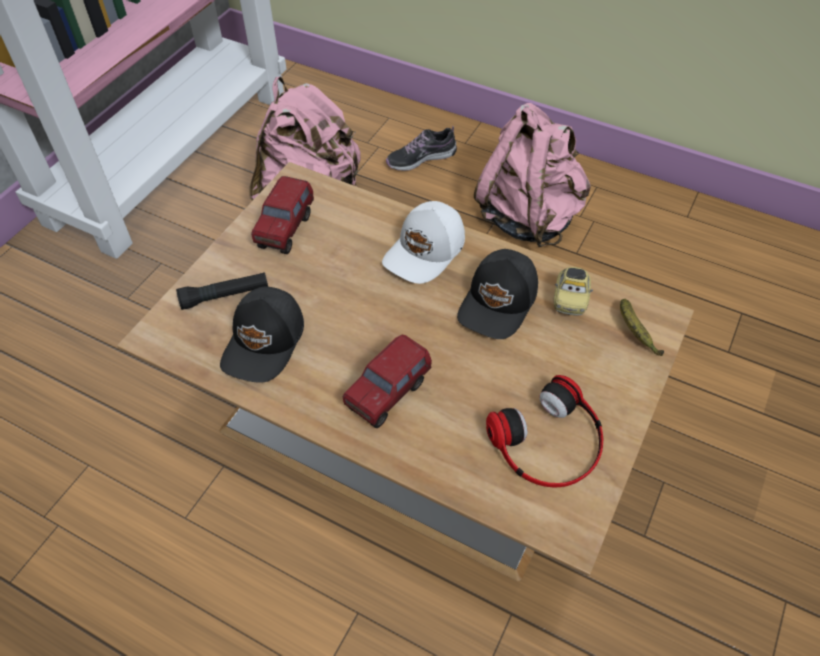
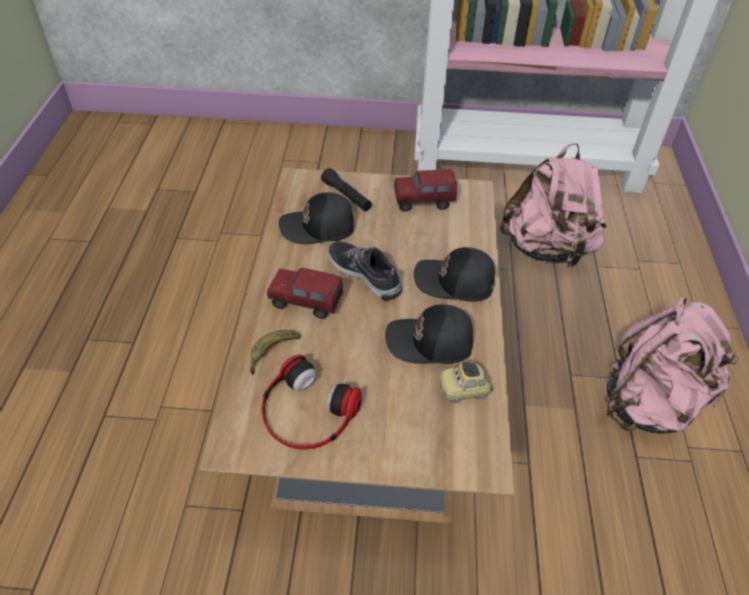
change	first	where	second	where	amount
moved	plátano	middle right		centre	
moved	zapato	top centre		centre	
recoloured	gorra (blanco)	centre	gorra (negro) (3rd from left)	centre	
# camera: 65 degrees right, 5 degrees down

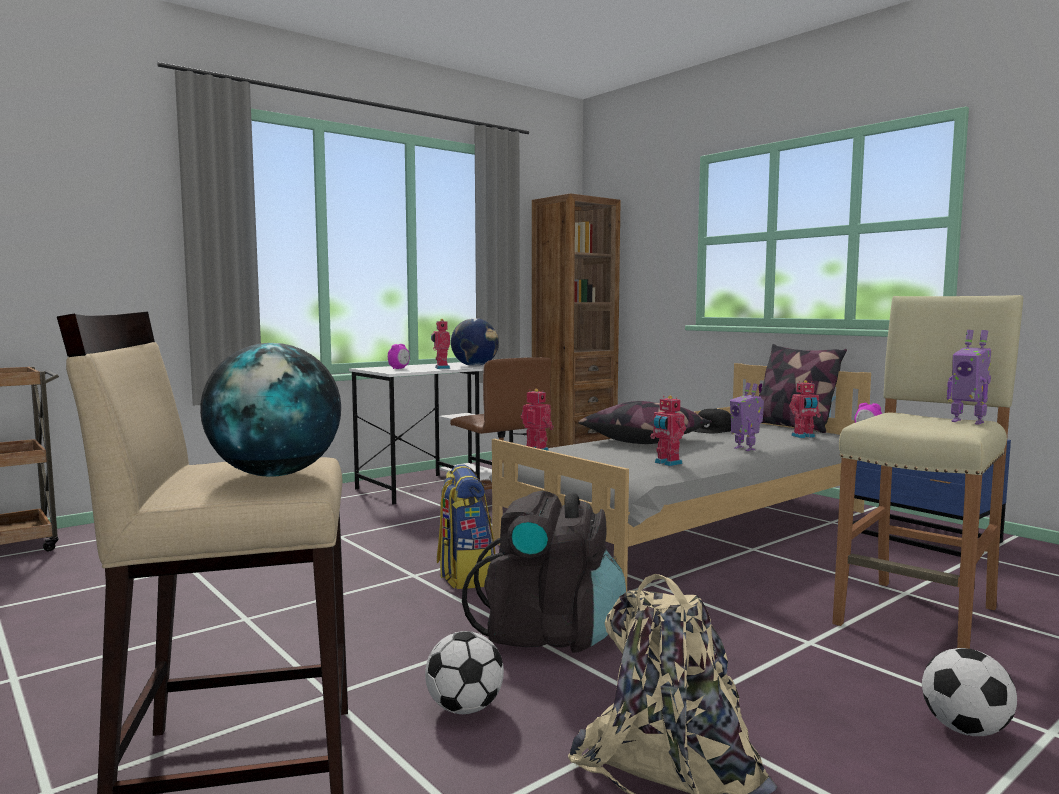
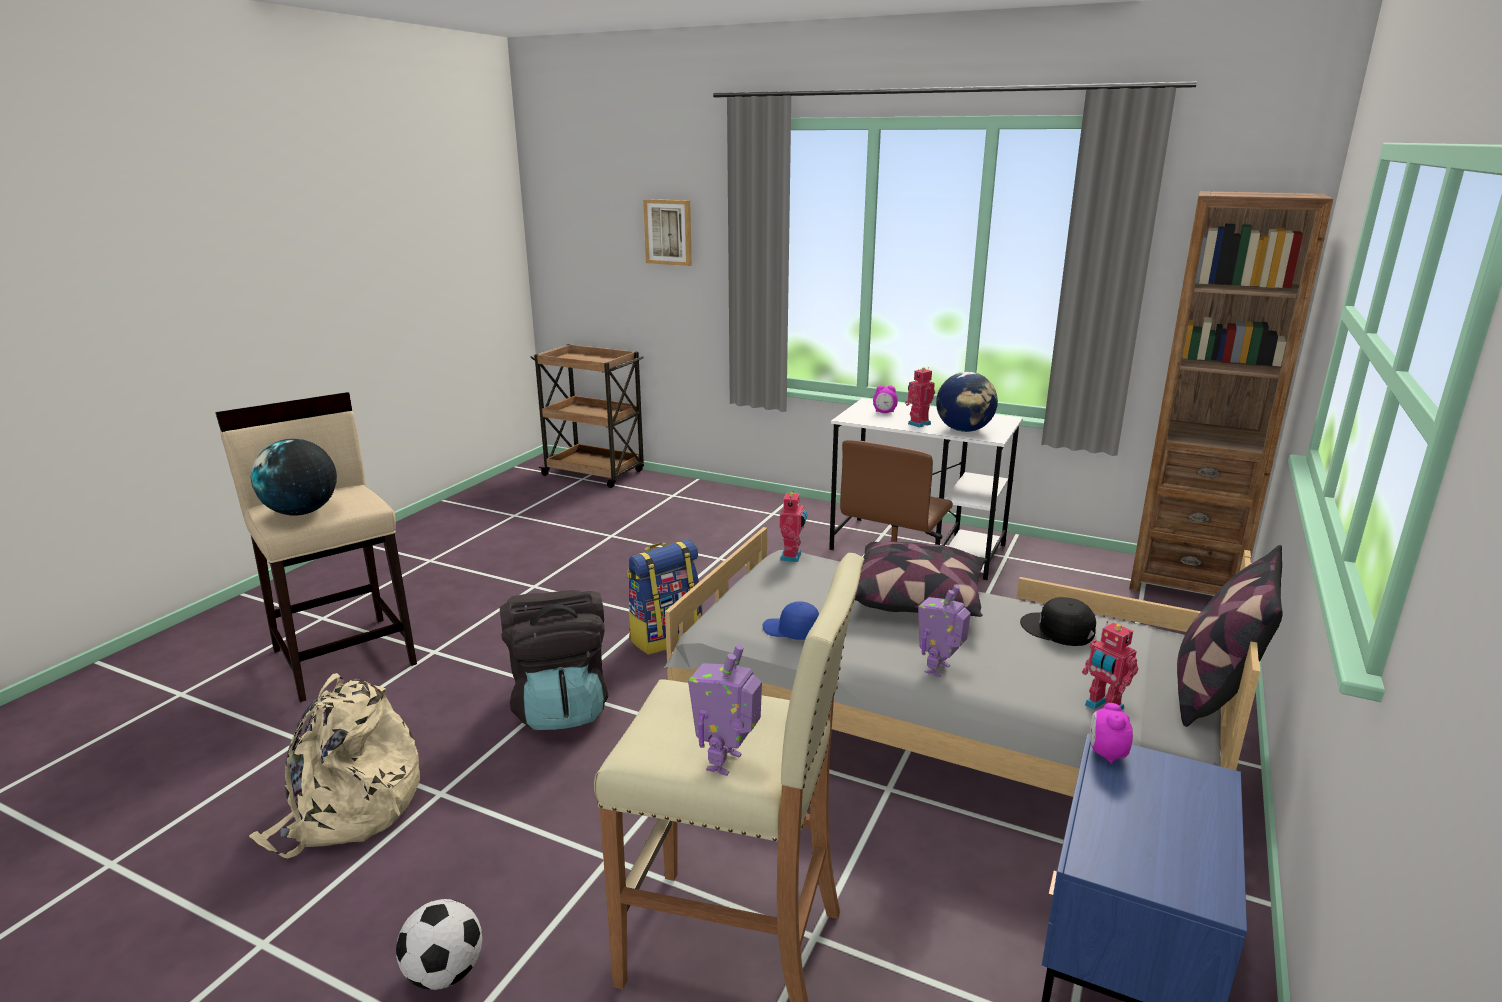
change	first	where	second	where	amount
added			cuadro	top centre	
replaced	robot de juguete (3rd from left)	centre	gorra (azul)	centre	
removed	balón de fútbol (1st from left)	bottom centre			
# camera: 65 degrees right, 15 degrees up

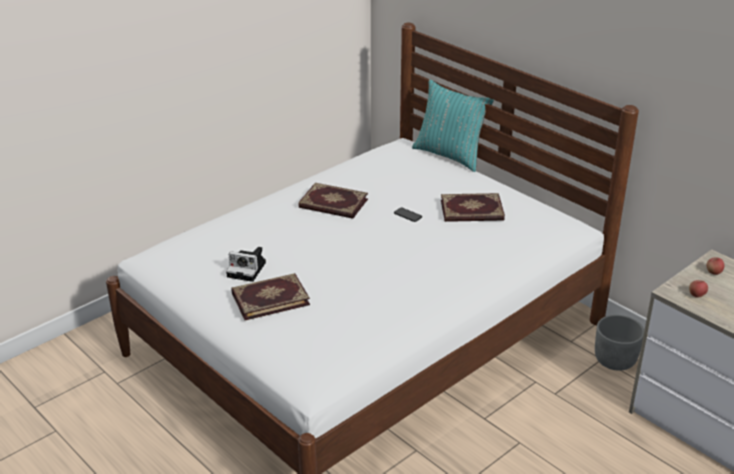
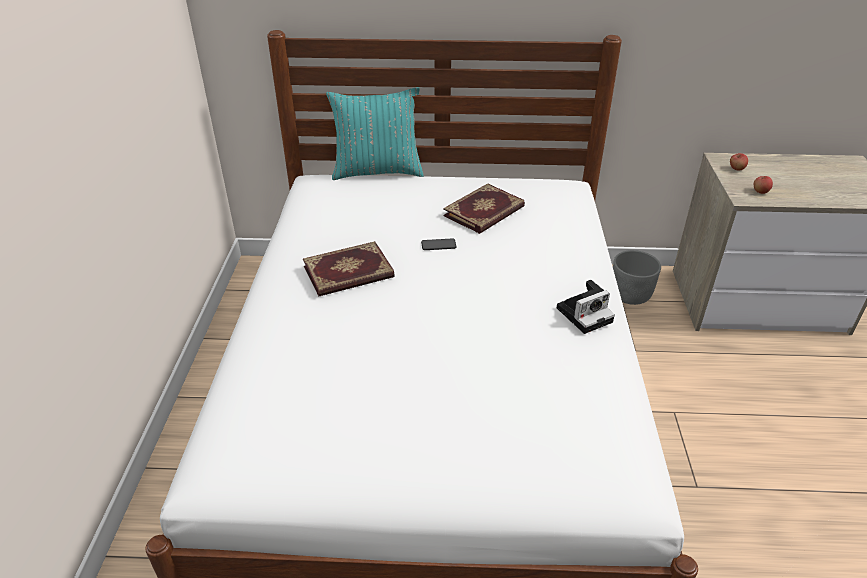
change	first	where	second	where	amount
moved	cámara	centre		middle right	
removed	libro (1st from left)	centre			
# camera: 45 degrees left, 5 degrees up

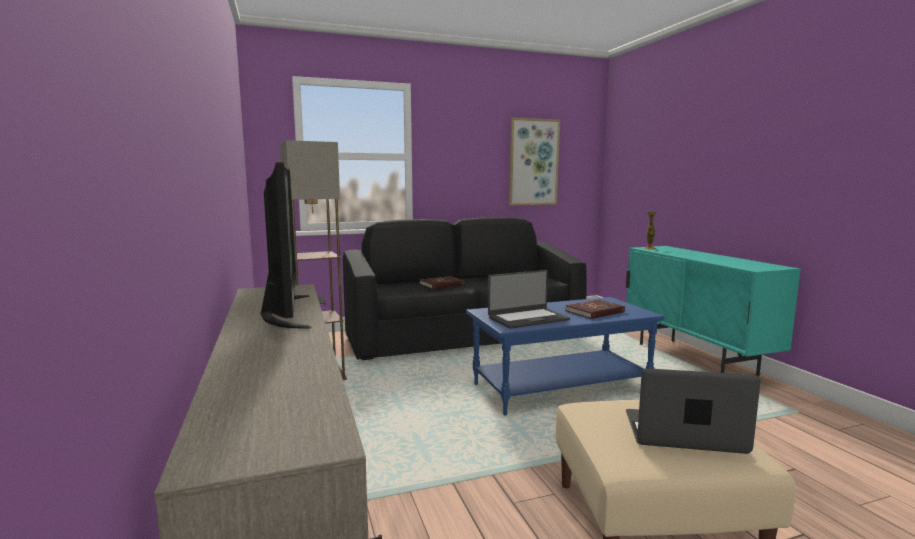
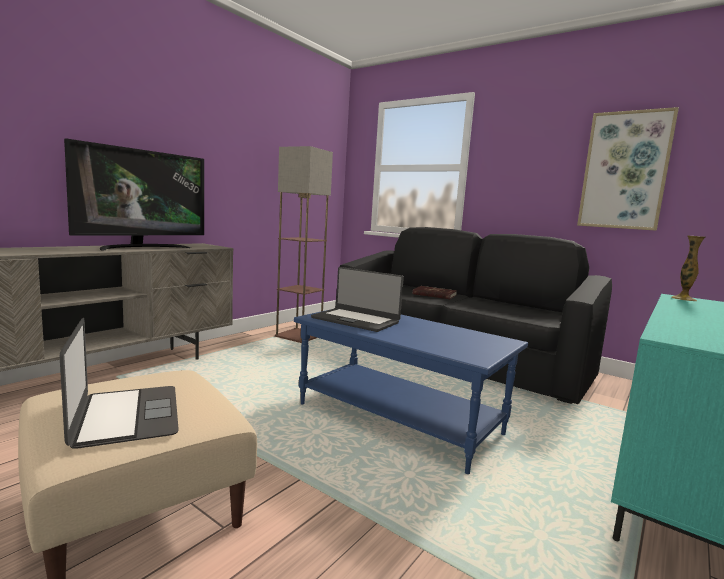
change	first	where	second	where	amount
removed	libro (rojo) (2nd from left)	centre			
# camera: 55 degrees right, 0 degrees up

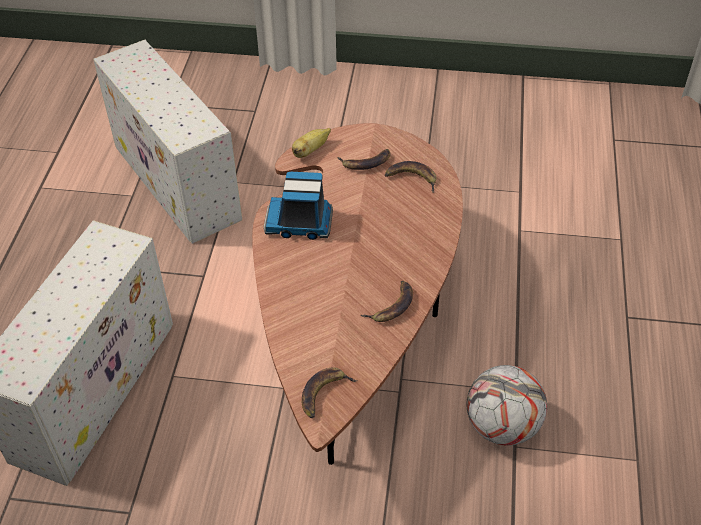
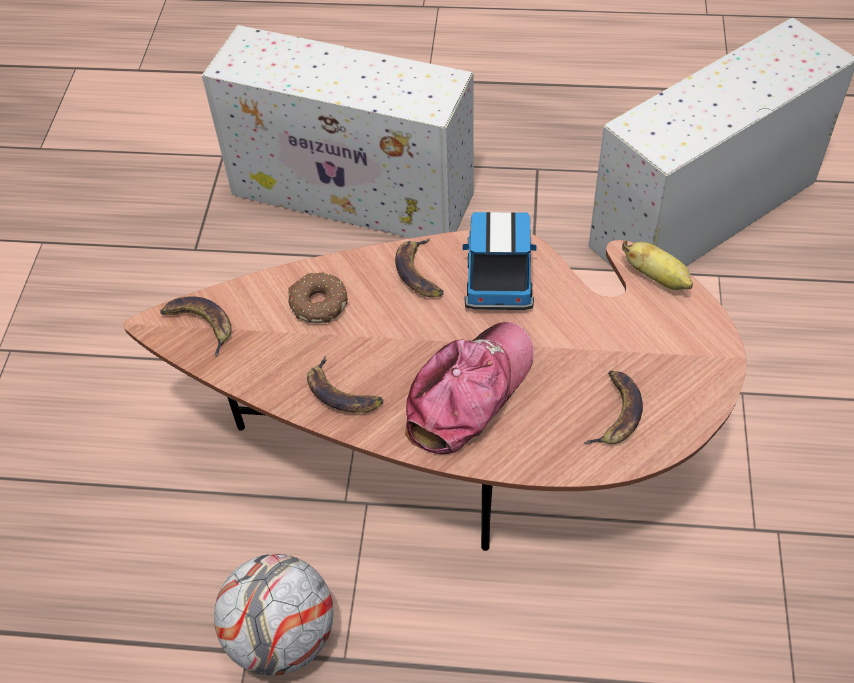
change	first	where	second	where	amount
added			rosquilla	centre	
moved	plátano (3rd from left)	top centre		centre	
added			gorra	centre	
# camera: 90 degrees right, 5 degrees up

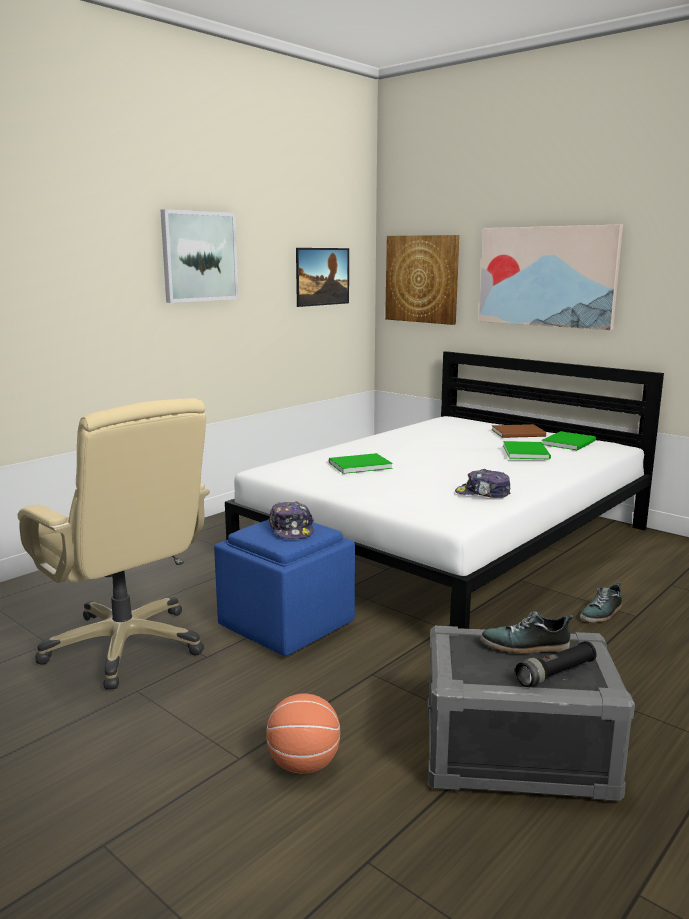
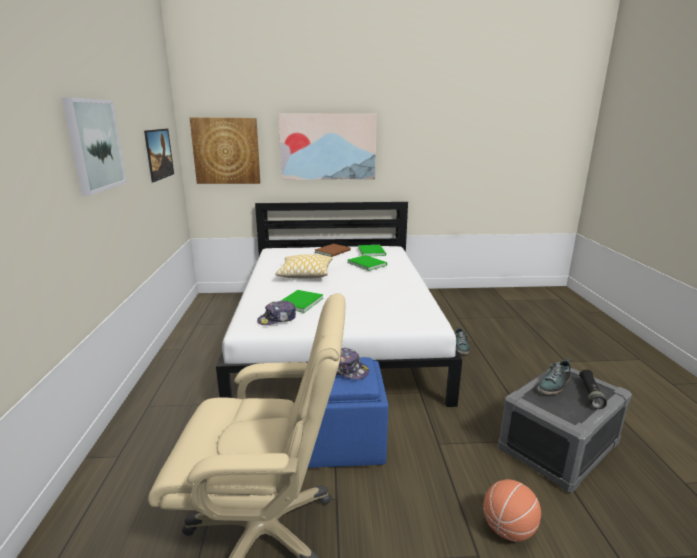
change	first	where	second	where	amount
moved	gorra (2nd from left in the first image)	middle right	gorra (1st from left)	centre	
added			cojín	centre	
# camera: 45 degrees left, 5 degrees up

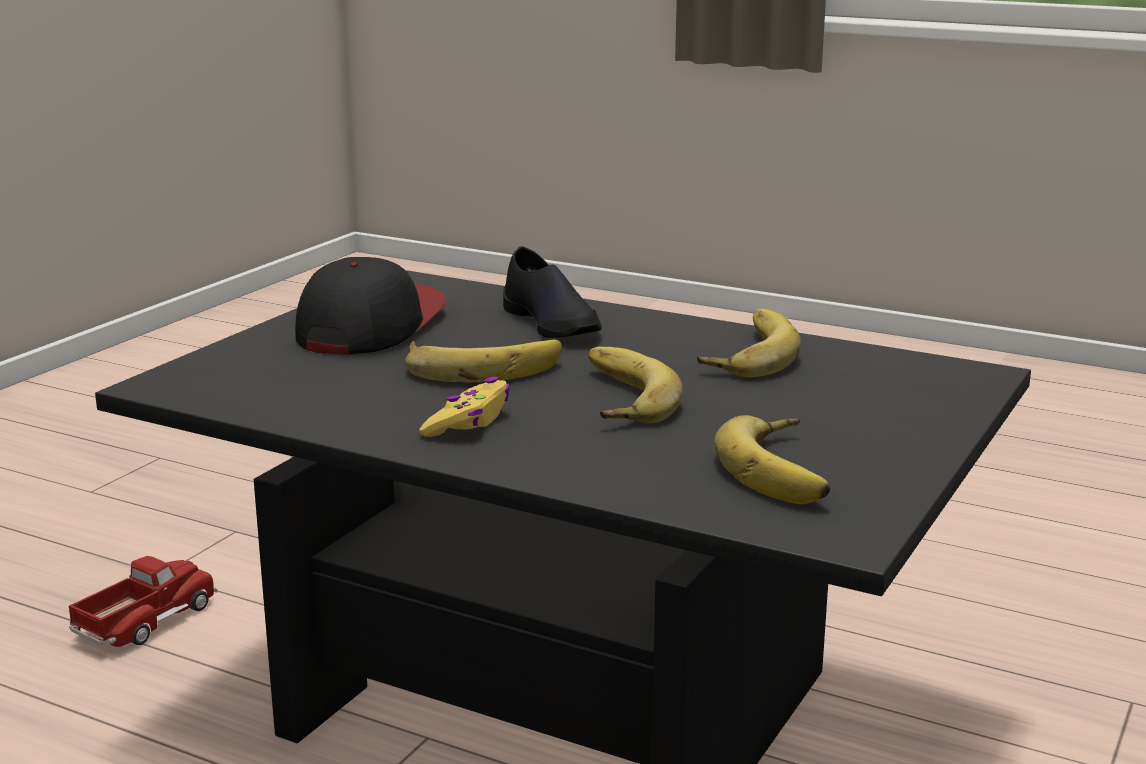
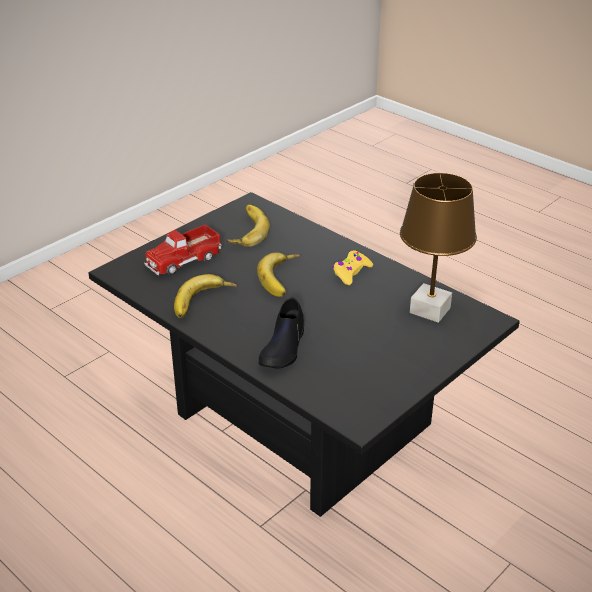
change	first	where	second	where	amount
moved	camión de juguete	bottom left		middle left	
turned	zapato (negro)	centre		centre	150 degrees counterclockwise
added			lámpara de mesa (marrón)	middle right	
removed	gorra	middle left			
removed	plátano (1st from left)	centre			
# camera: 165 degrees left, 15 degrees up

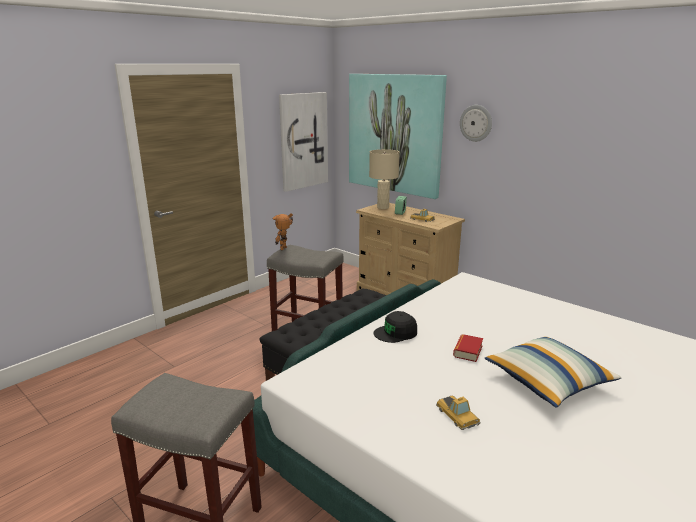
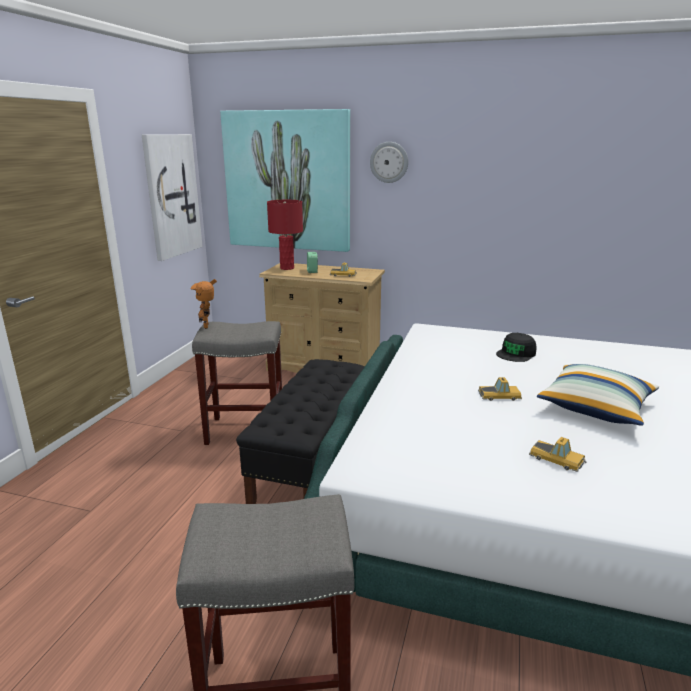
change	first	where	second	where	amount
recoloured	lámpara de mesa (beis)	centre	lámpara de mesa (rojo)	centre	
replaced	libro	bottom right	coche de juguete (2nd from left)	middle right	
moved	gorra (negro)	centre		middle right	
# camera: 25 degrees left, 0 degrees up

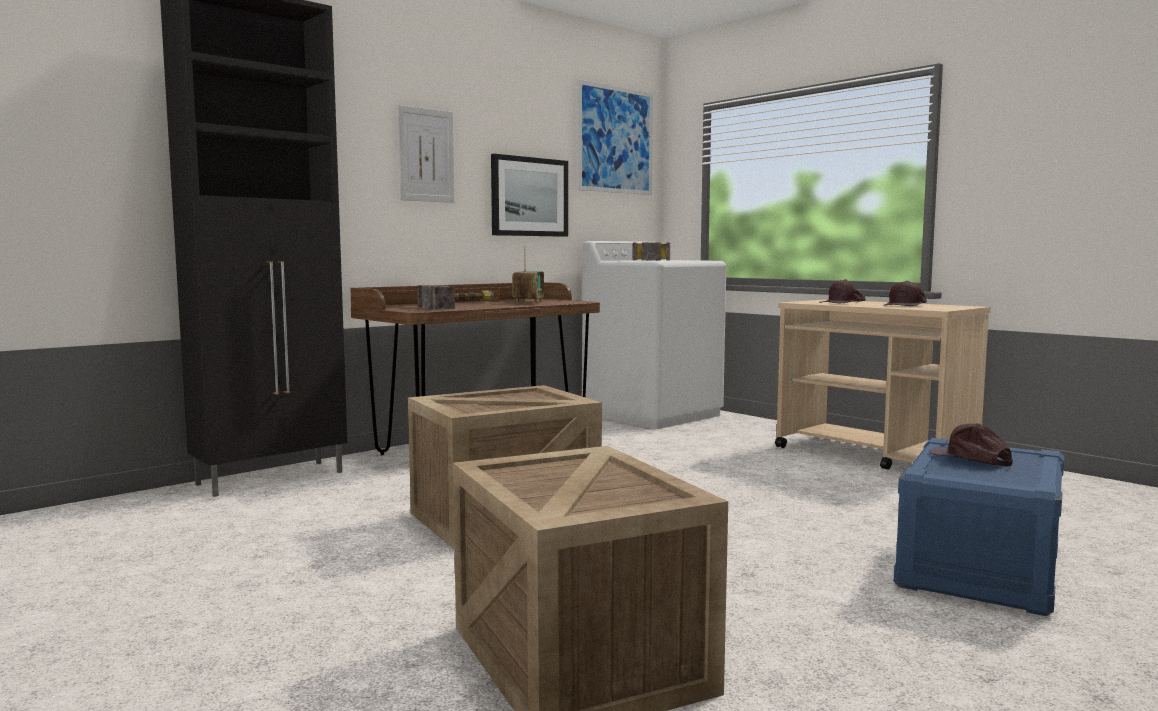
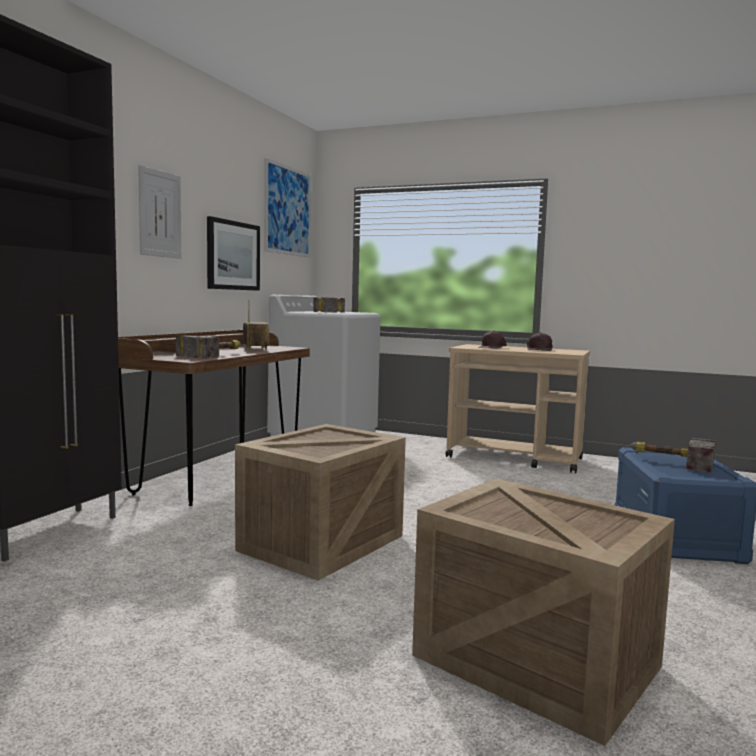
change	first	where	second	where	amount
replaced	gorra (marrón) (3rd from left)	middle right	martillo (3rd from left)	middle right	
# camera: 25 degrees left, 0 degrees up

